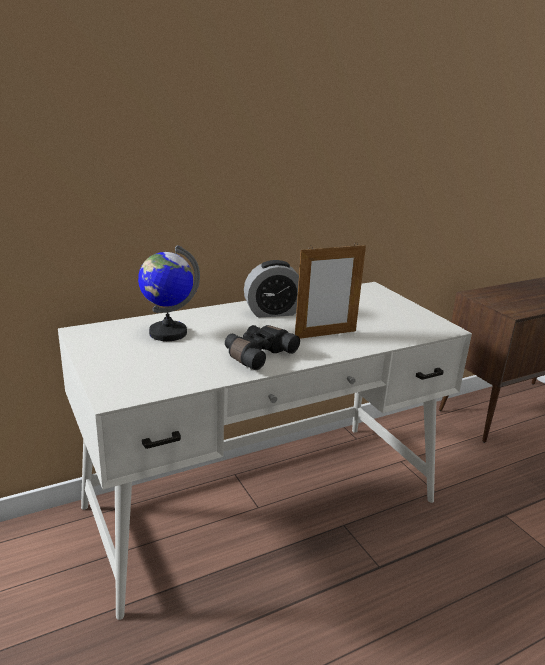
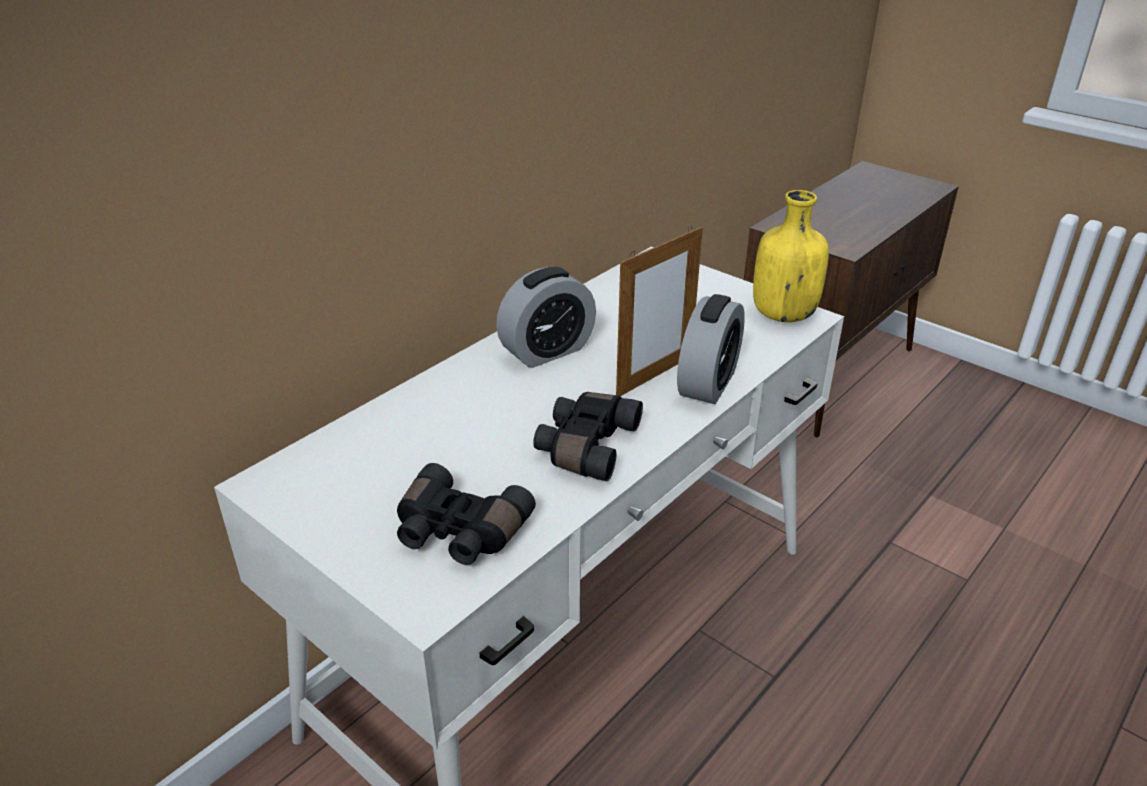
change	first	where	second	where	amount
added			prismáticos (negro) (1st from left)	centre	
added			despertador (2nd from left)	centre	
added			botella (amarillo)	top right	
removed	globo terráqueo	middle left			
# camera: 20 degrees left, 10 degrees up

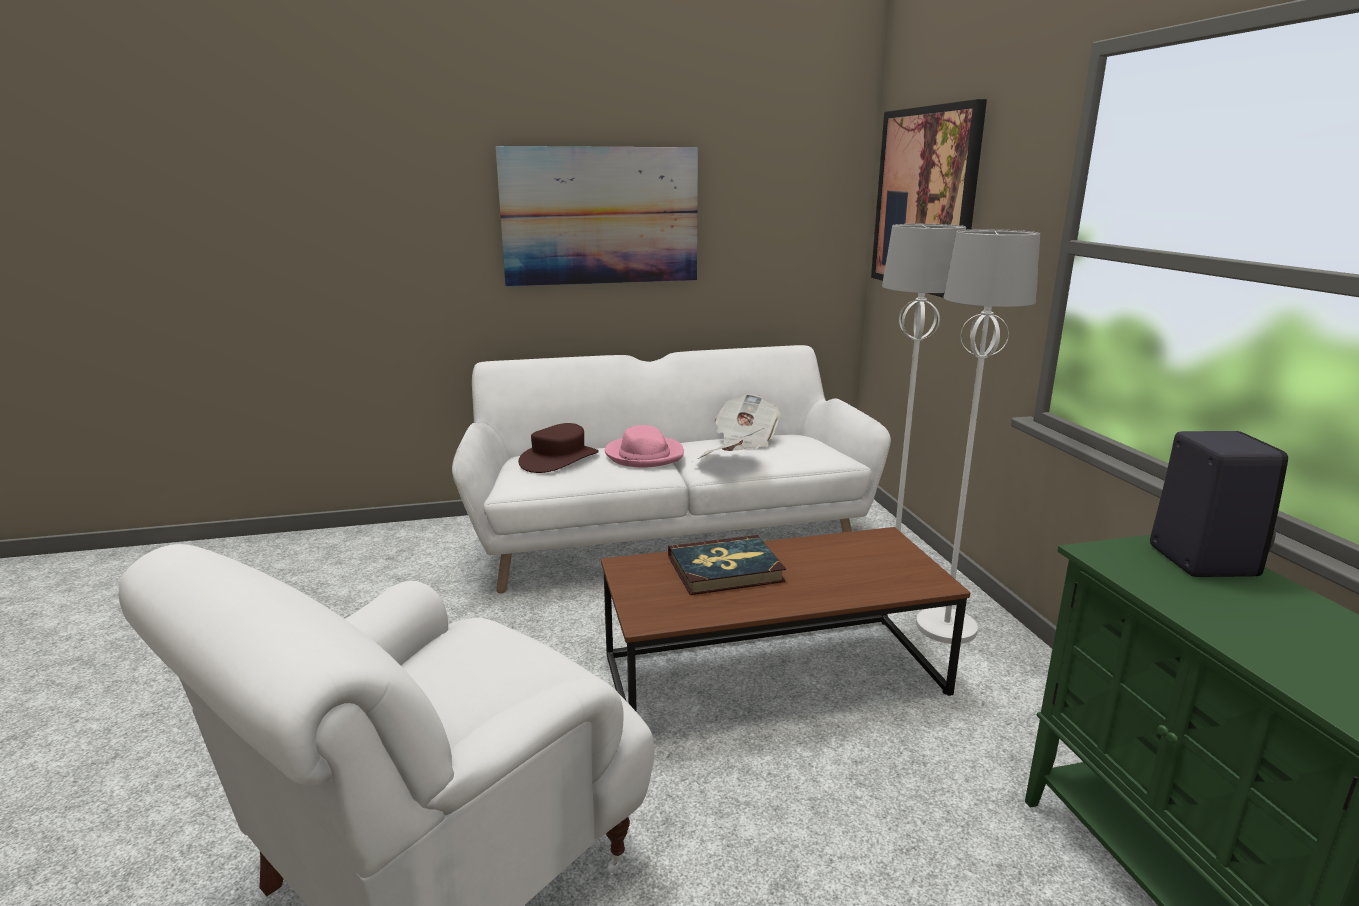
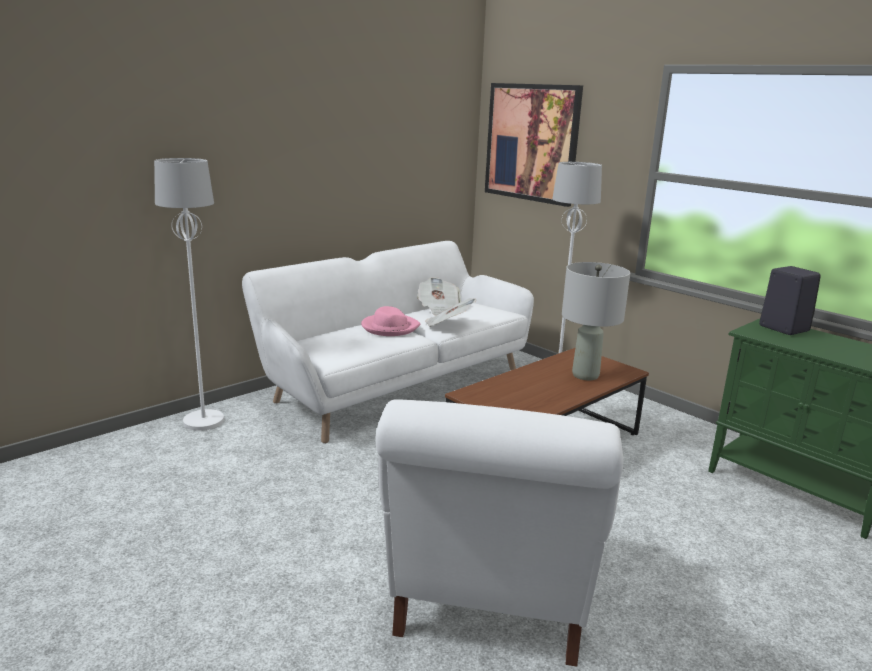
change	first	where	second	where	amount
moved	lámpara de pie (blanco) (2nd from left in the first image)	middle right	lámpara de pie (blanco) (1st from left)	middle left	
added			lámpara de mesa (gris)	middle right	
removed	cuadro (1st from left)	top centre			
removed	sombrero (marrón)	centre			
removed	libro	centre			
# camera: 30 degrees left, 0 degrees up

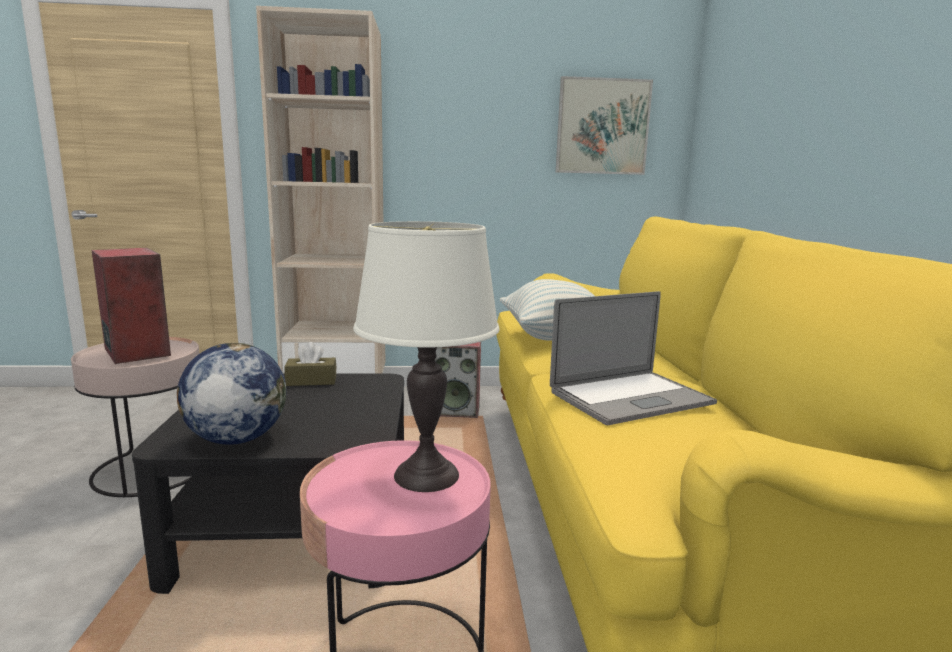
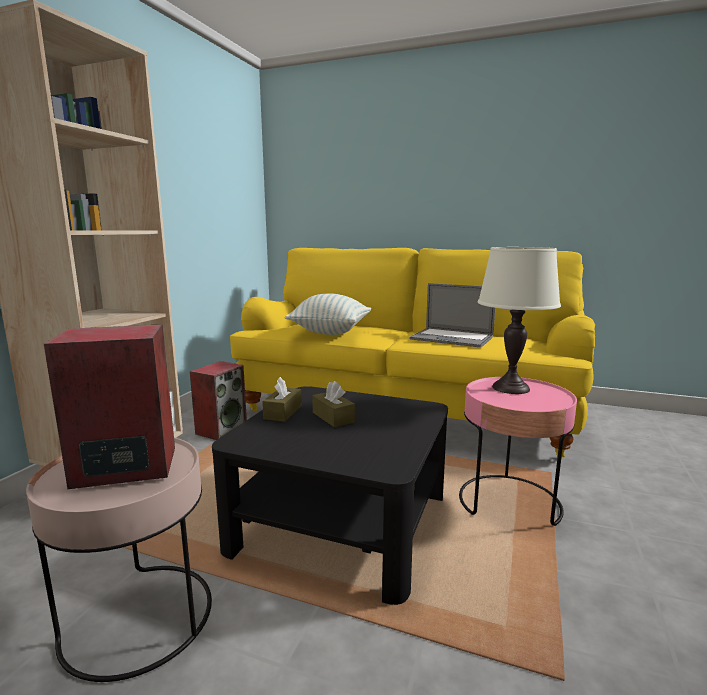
change	first	where	second	where	amount
added			caja de pañuelos (marrón) (2nd from left)	centre	
turned	portátil	centre		centre	120 degrees clockwise
removed	globo terráqueo	middle left			
removed	cuadro	top centre			
# camera: 65 degrees left, 0 degrees up

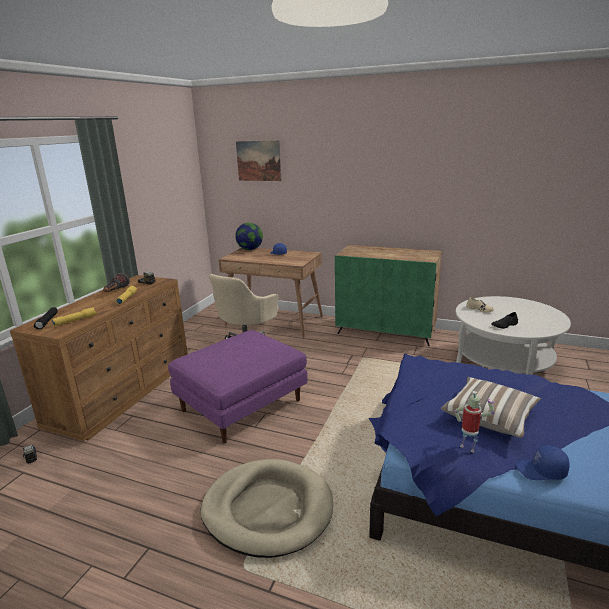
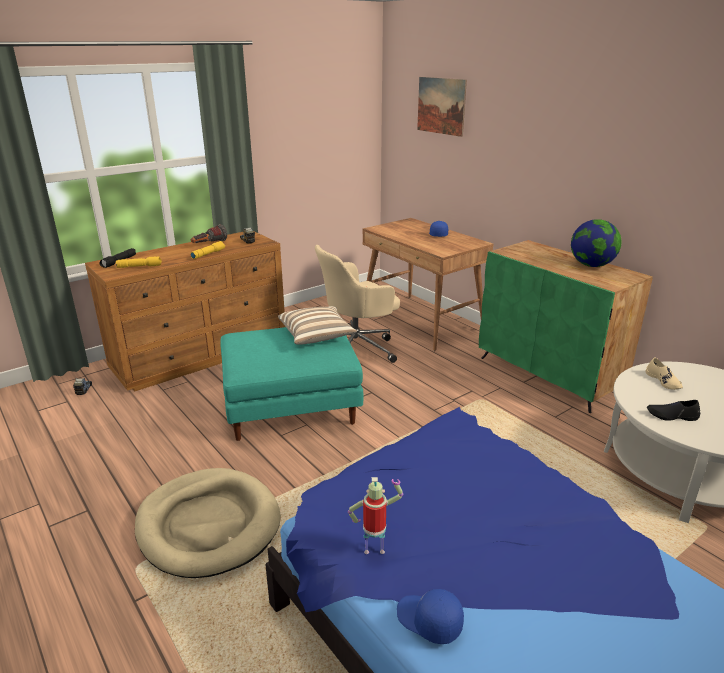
change	first	where	second	where	amount
recoloured	puf (morado)	centre	puf (turquesa)	centre	
moved	cojín	bottom right		centre	
turned	robot de juguete	bottom right		bottom centre	75 degrees counterclockwise
moved	globo terráqueo	centre		middle right	
# camera: 30 degrees right, 5 degrees up

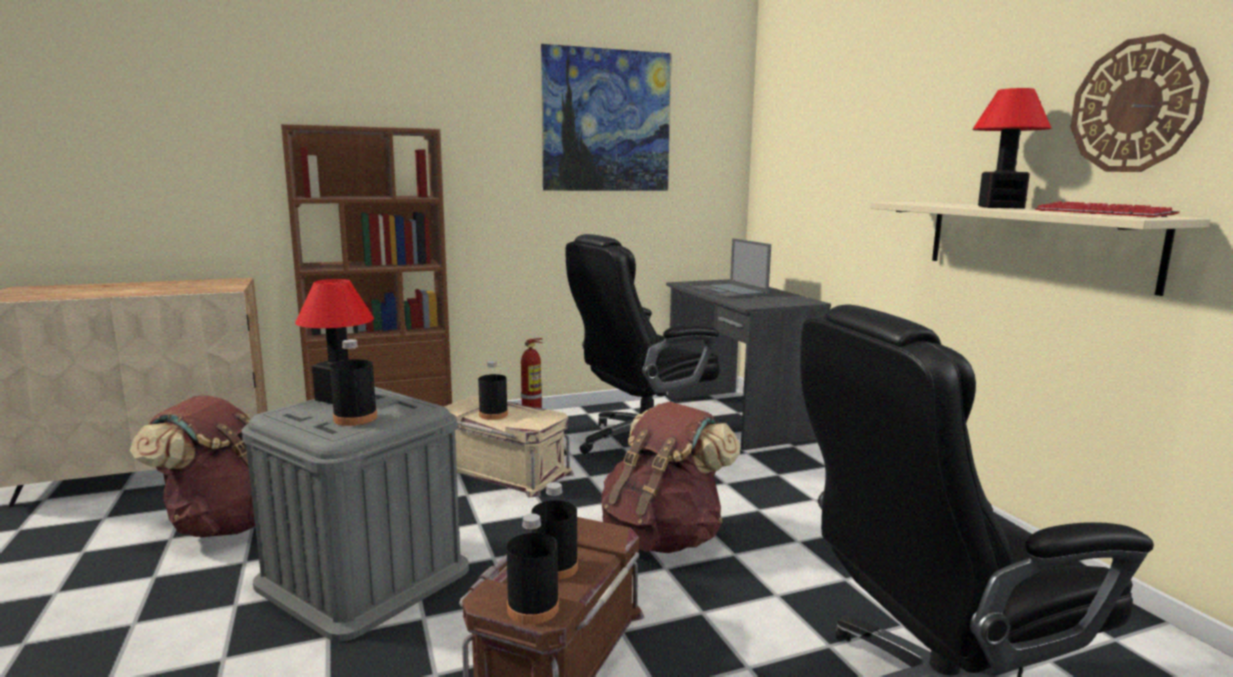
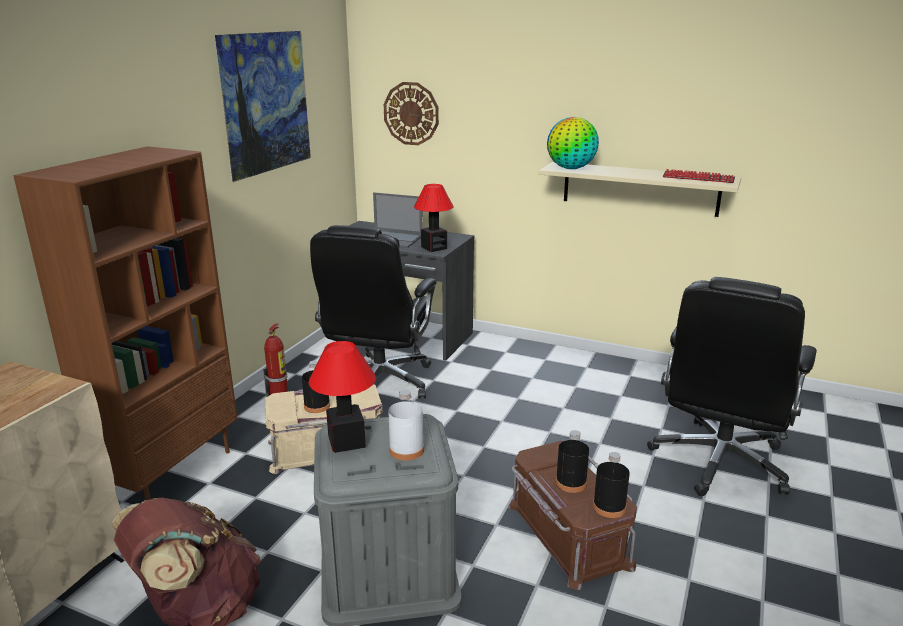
change	first	where	second	where	amount
moved	reloj de pared	top right		top centre	
recoloured	botella (negro) (1st from left)	middle left	botella (blanco)	bottom centre	
moved	lámpara de mesa (2nd from left)	top right		centre	
added			globo terráqueo	top centre	
removed	mochila (marrón) (2nd from left)	bottom centre			
# camera: 45 degrees left, 10 degrees up

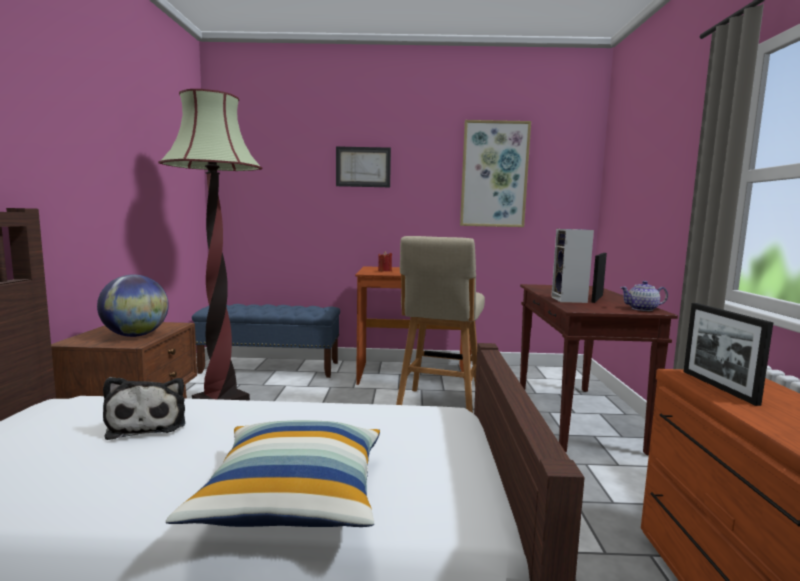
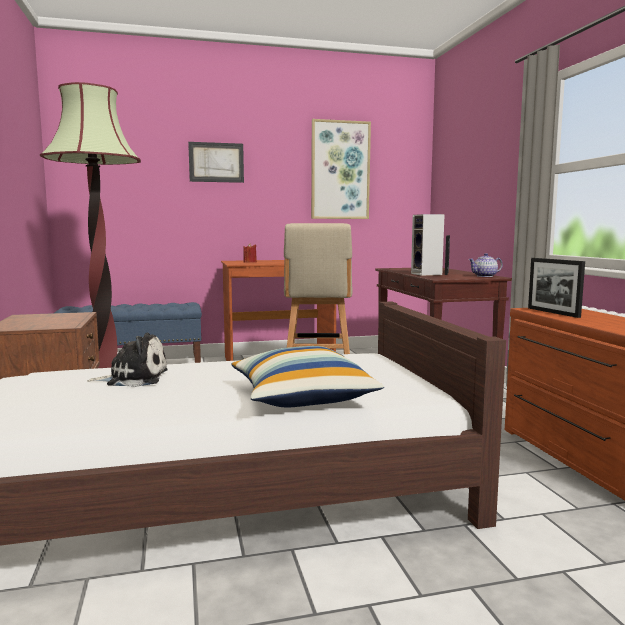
change	first	where	second	where	amount
turned	peluche	bottom left		middle left	60 degrees counterclockwise
removed	globo terráqueo	middle left			
# camera: 15 degrees left, 0 degrees up

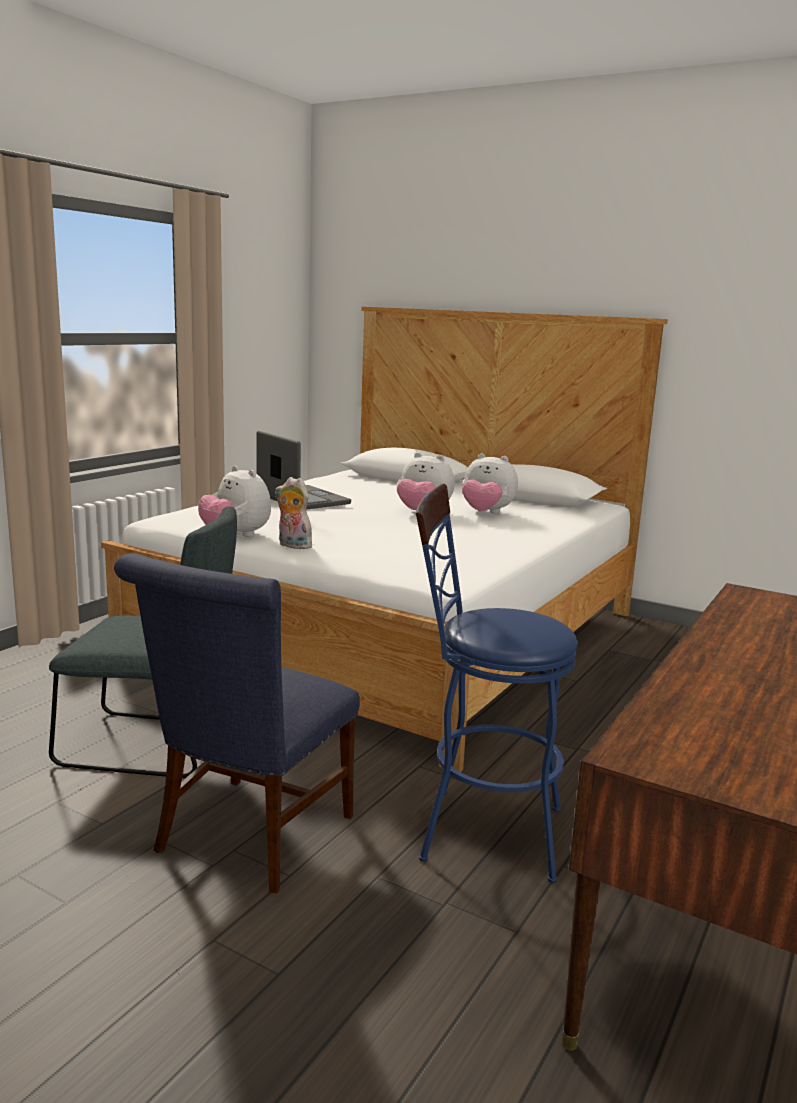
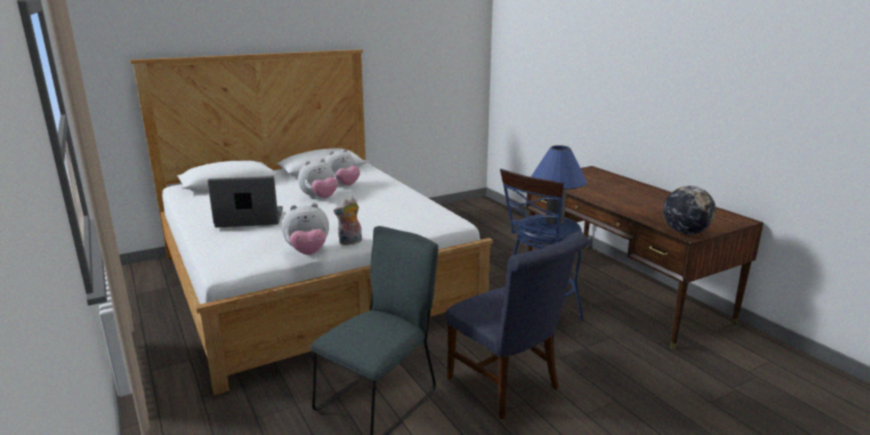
change	first	where	second	where	amount
added			lámpara de mesa (azul)	centre	
added			globo terráqueo	middle right	
# camera: 60 degrees left, 5 degrees up

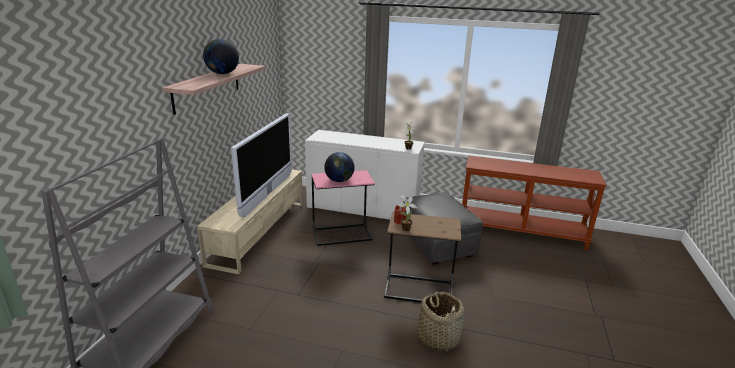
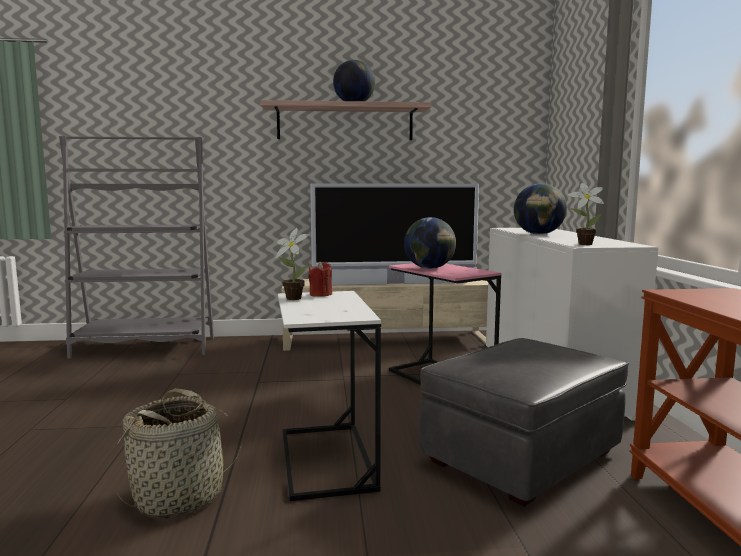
change	first	where	second	where	amount
recoloured	mesa auxiliar (marrón)	bottom centre	mesa auxiliar (blanco)	bottom centre	
added			globo terráqueo (3rd from left)	middle right	
# camera: 70 degrees right, 15 degrees down

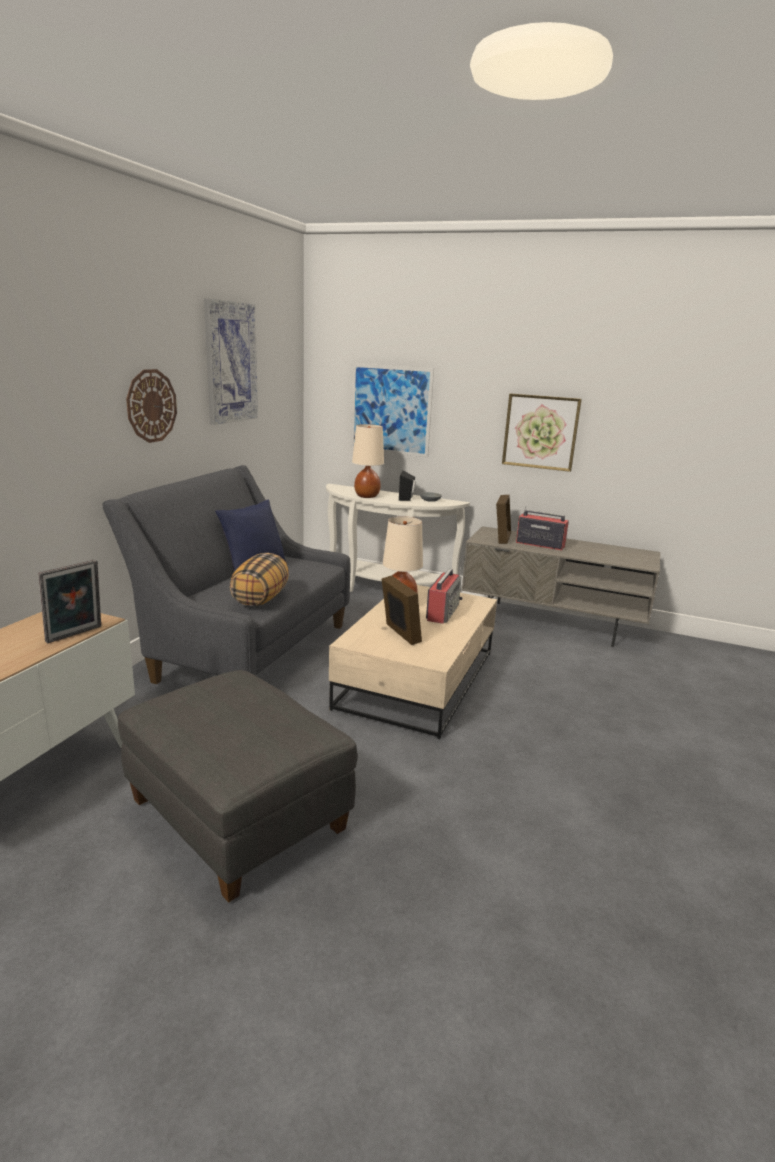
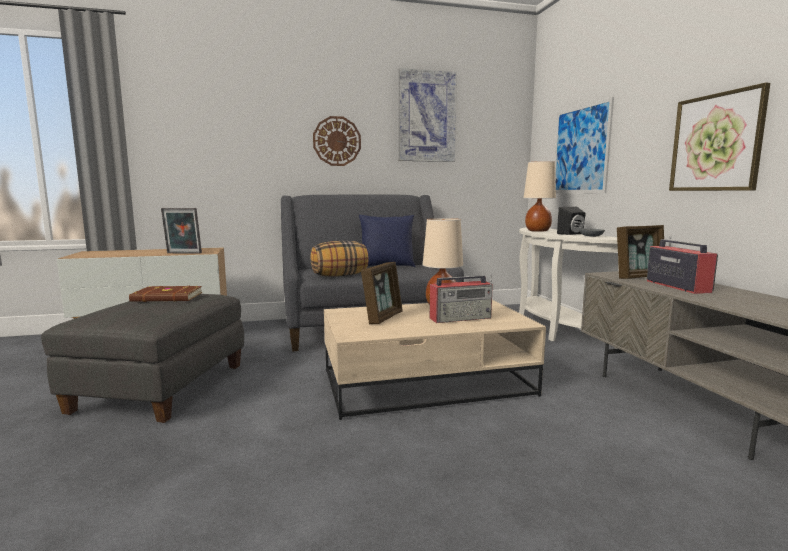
change	first	where	second	where	amount
added			libro (marrón)	middle left	
# camera: 55 degrees right, 10 degrees down

